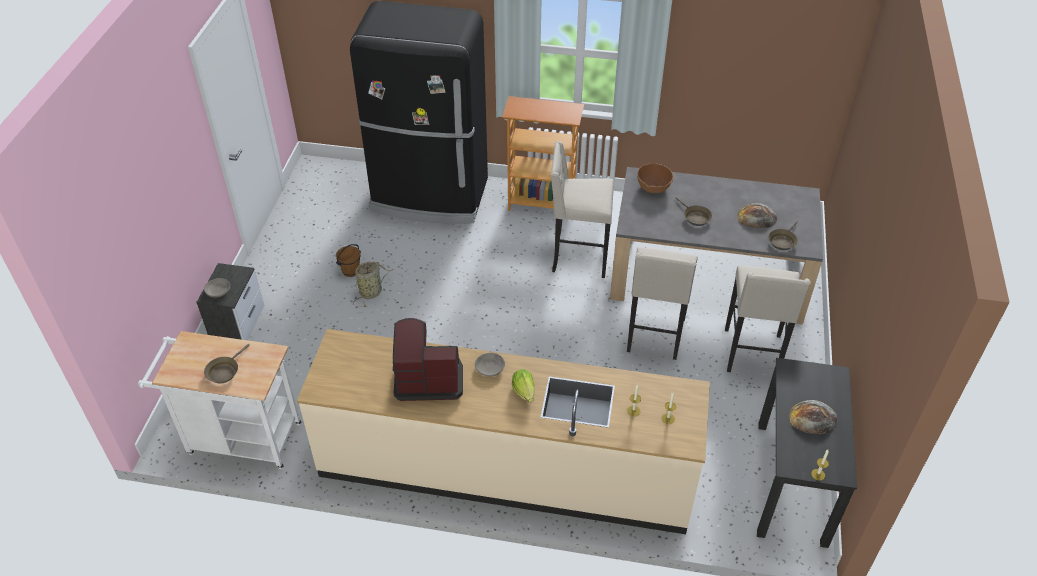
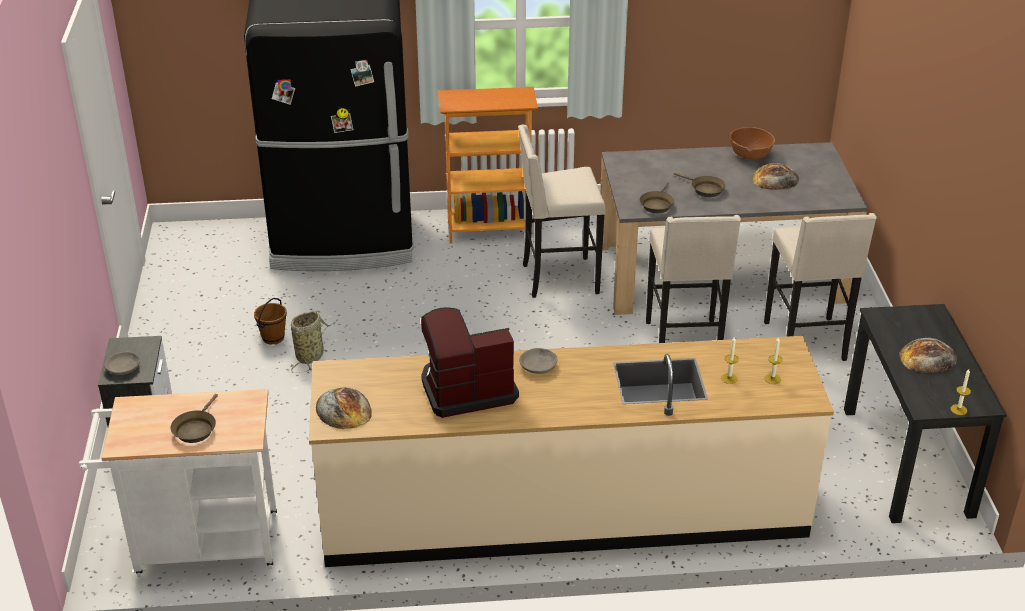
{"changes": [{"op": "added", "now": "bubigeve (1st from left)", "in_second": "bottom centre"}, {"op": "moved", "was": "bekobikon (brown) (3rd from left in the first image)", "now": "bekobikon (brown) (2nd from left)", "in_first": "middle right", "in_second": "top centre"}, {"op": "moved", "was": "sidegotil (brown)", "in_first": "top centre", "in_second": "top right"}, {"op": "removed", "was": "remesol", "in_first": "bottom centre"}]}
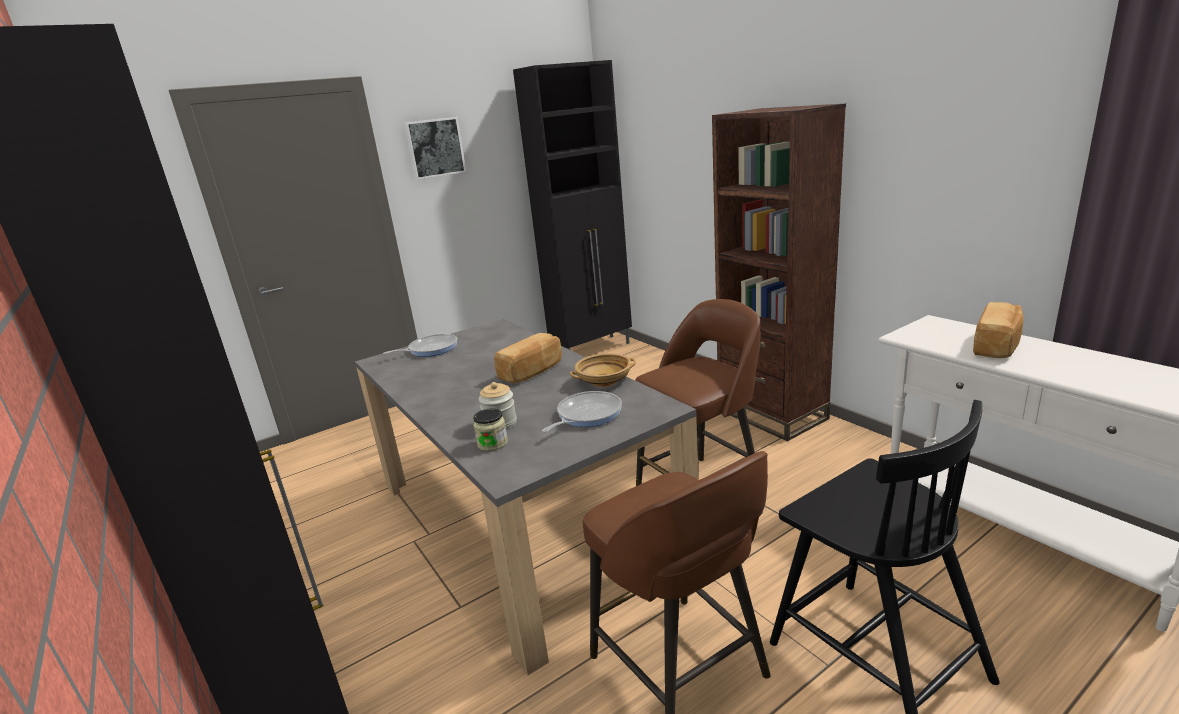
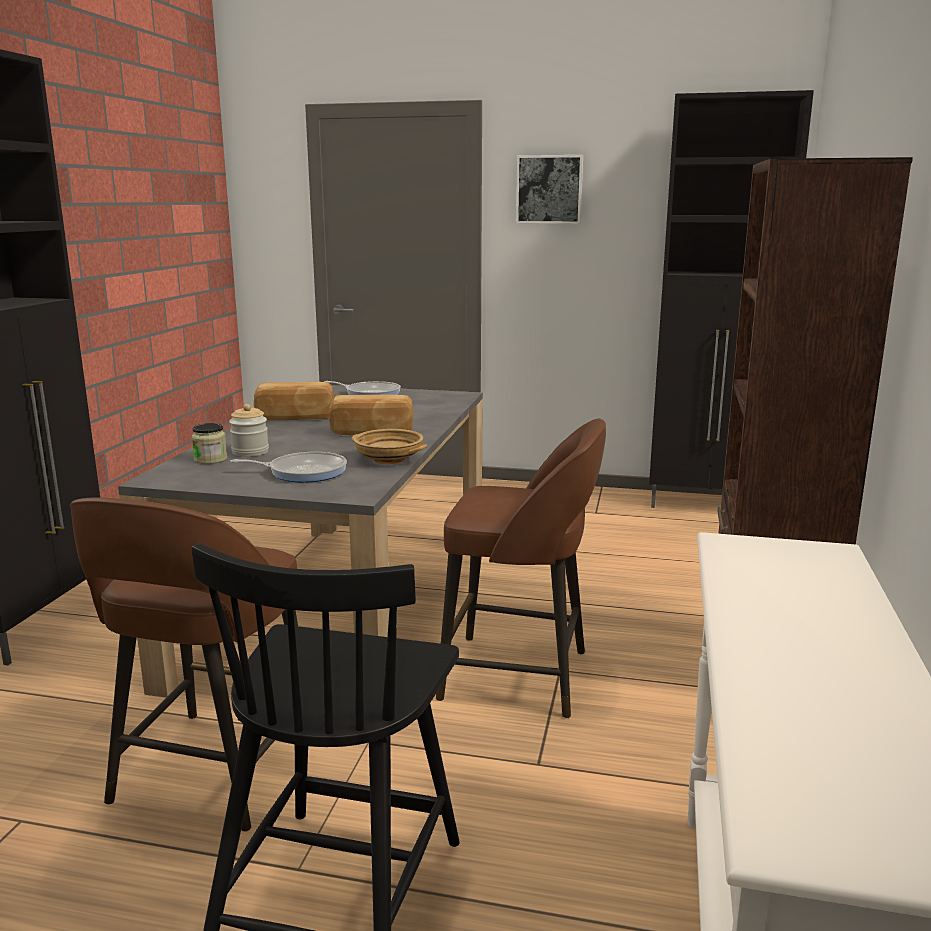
{"changes": [{"op": "moved", "was": "bubigeve (2nd from left in the first image)", "now": "bubigeve (1st from left)", "in_first": "middle right", "in_second": "middle left"}]}
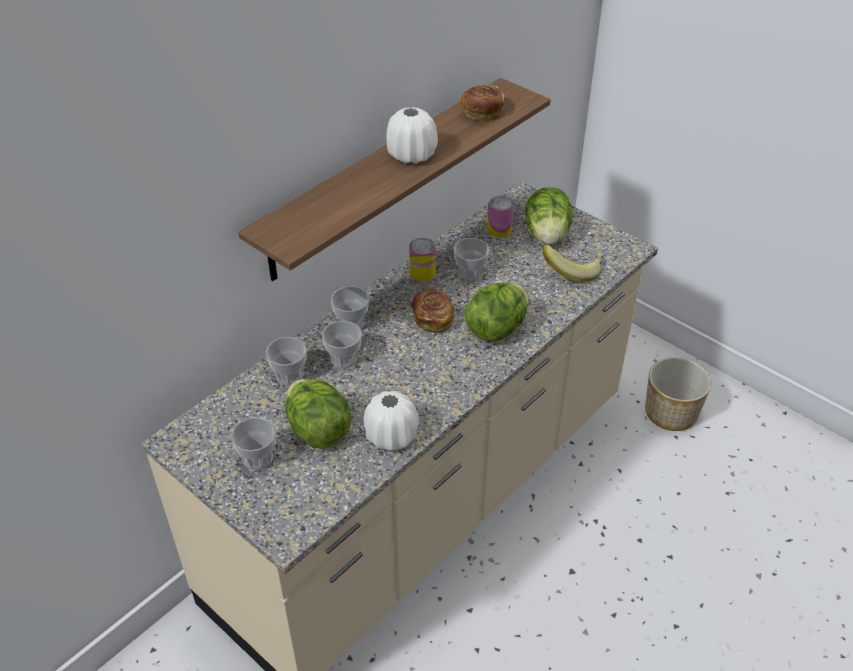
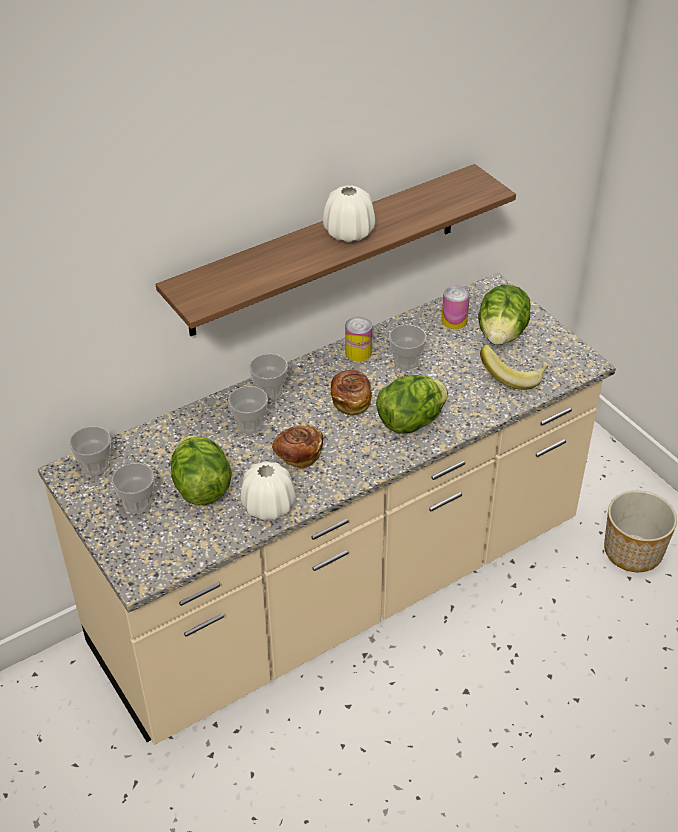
{"changes": [{"op": "moved", "was": "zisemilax (2nd from left in the first image)", "now": "zisemilax (1st from left)", "in_first": "centre", "in_second": "middle left"}, {"op": "moved", "was": "bubigeve (2nd from left in the first image)", "now": "bubigeve (1st from left)", "in_first": "top centre", "in_second": "centre"}]}
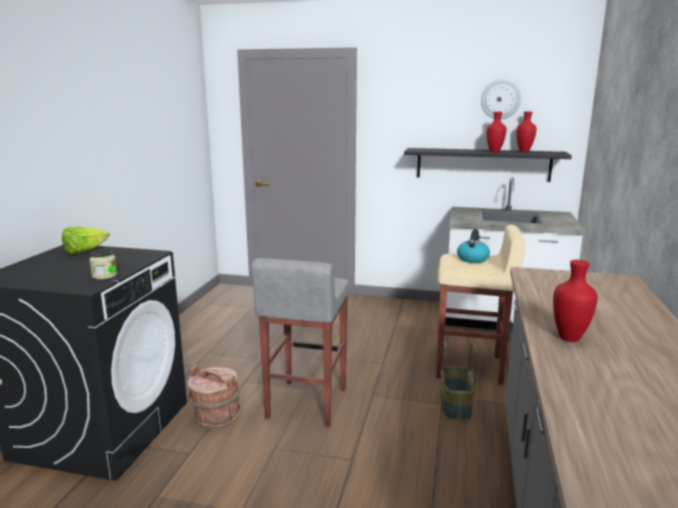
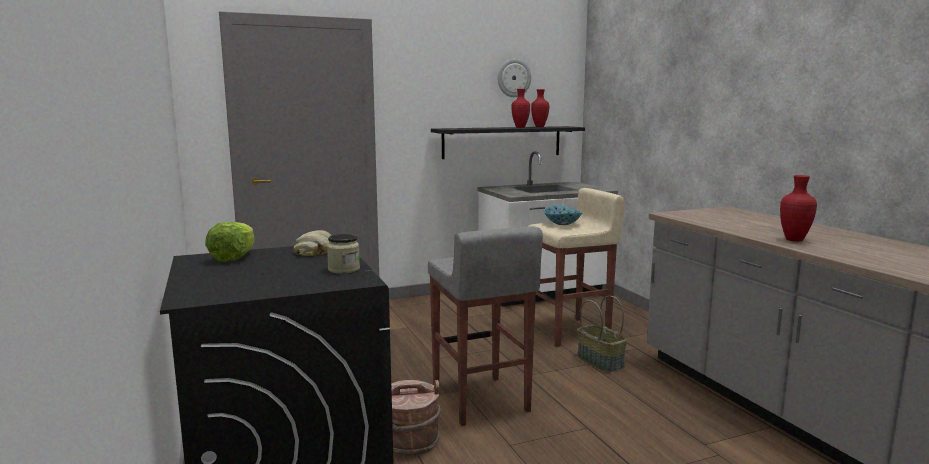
{"changes": [{"op": "added", "now": "bubigeve", "in_second": "centre"}, {"op": "replaced", "was": "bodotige", "now": "sidegotil", "in_first": "middle right", "in_second": "centre"}]}
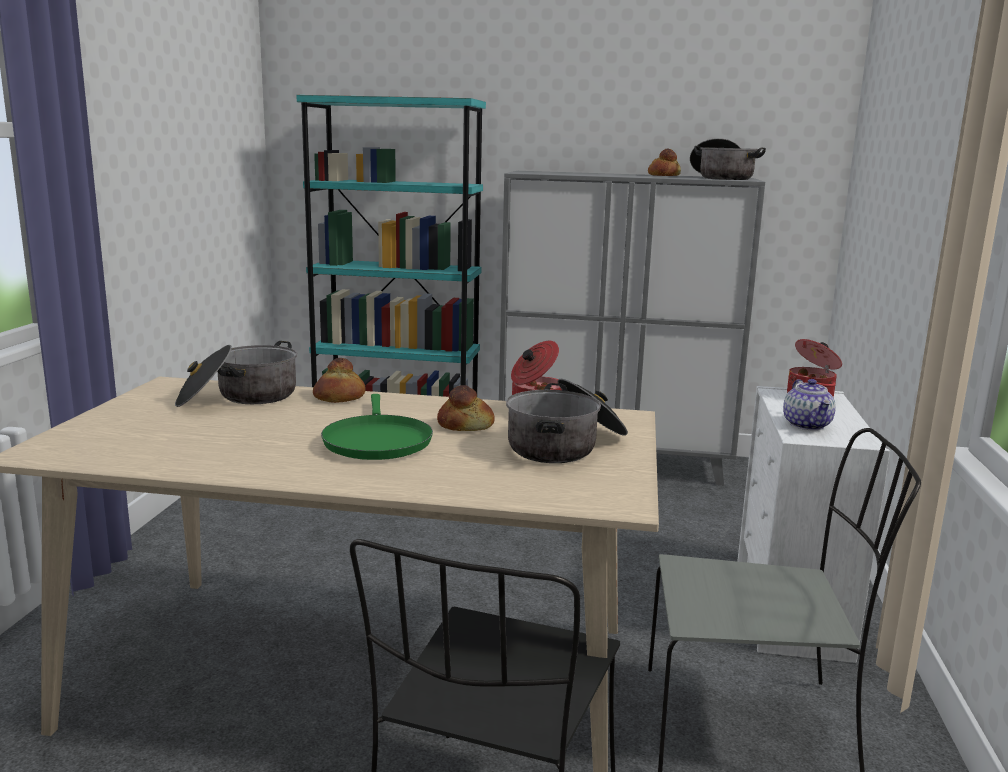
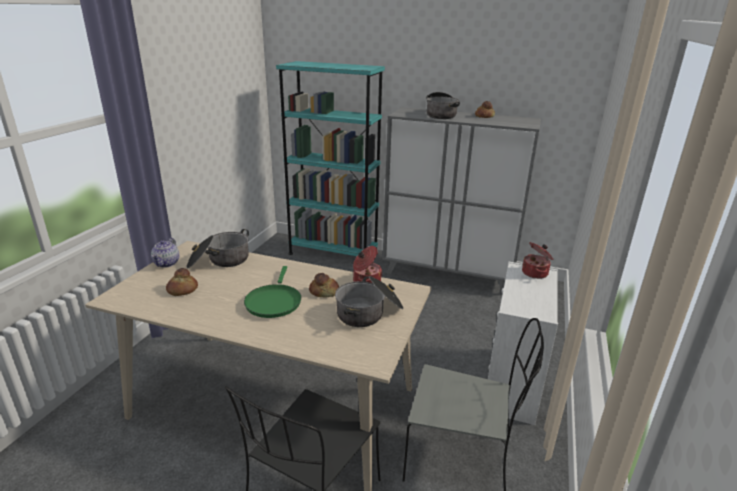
{"changes": [{"op": "moved", "was": "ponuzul", "in_first": "middle right", "in_second": "middle left"}, {"op": "moved", "was": "bubigeve (1st from left)", "in_first": "centre", "in_second": "middle left"}, {"op": "moved", "was": "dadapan (4th from left)", "in_first": "top right", "in_second": "top centre"}]}
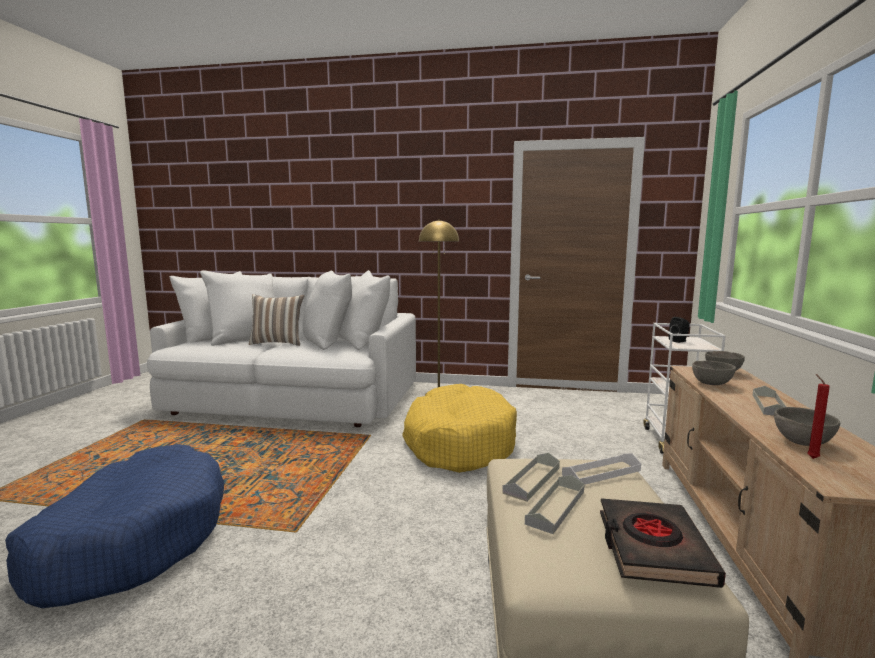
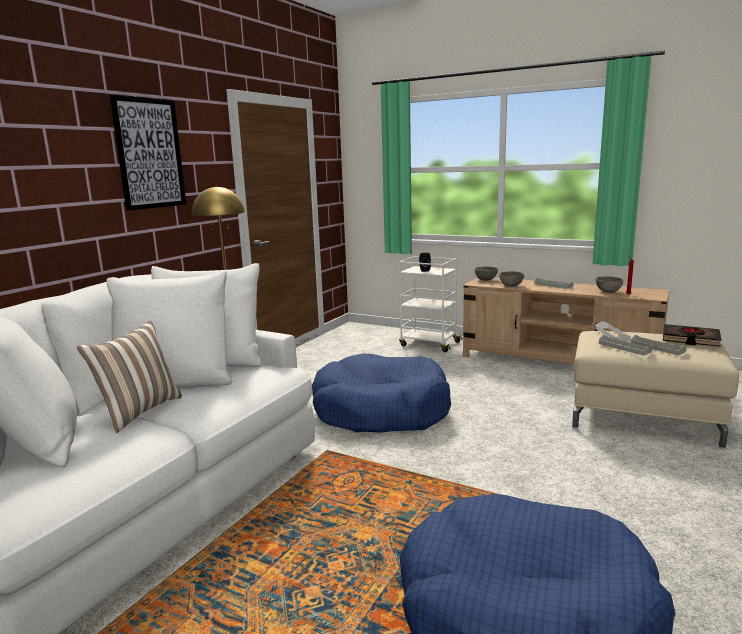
{"changes": [{"op": "added", "now": "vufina", "in_second": "top left"}, {"op": "recoloured", "was": "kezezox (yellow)", "now": "kezezox (blue) (1st from left)", "in_first": "centre", "in_second": "centre"}]}
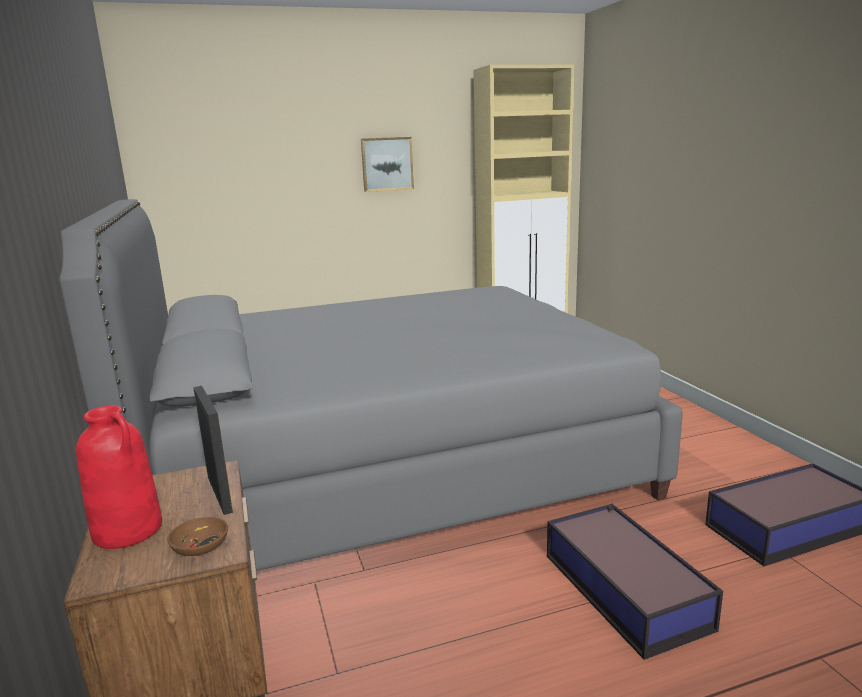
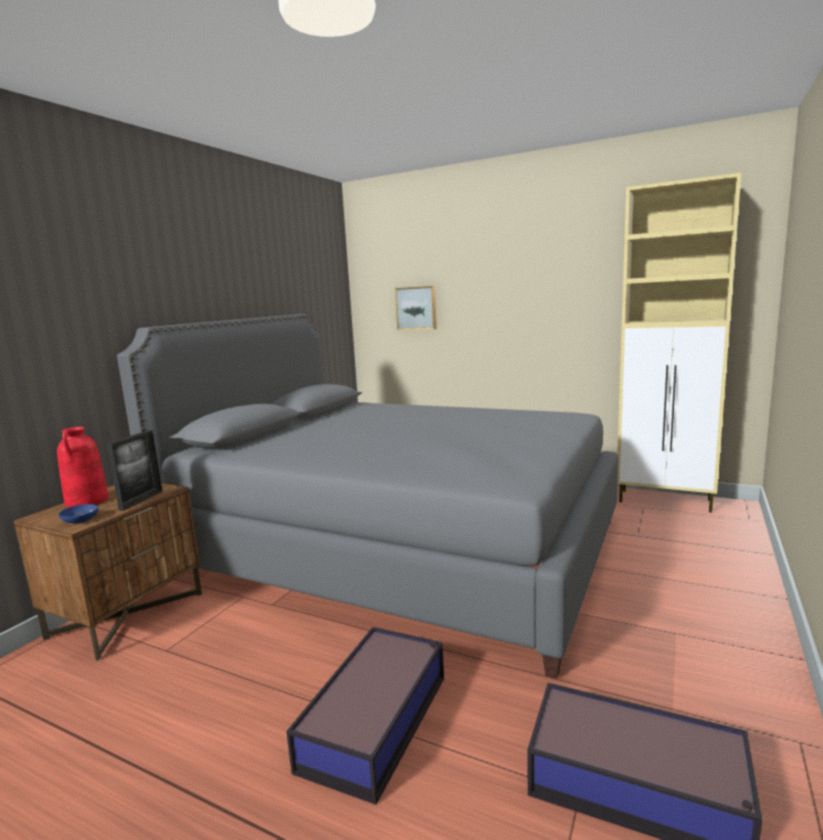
{"changes": [{"op": "recoloured", "was": "sidegotil (brown)", "now": "sidegotil (blue)", "in_first": "bottom left", "in_second": "middle left"}, {"op": "moved", "was": "vufina", "in_first": "top centre", "in_second": "centre"}]}
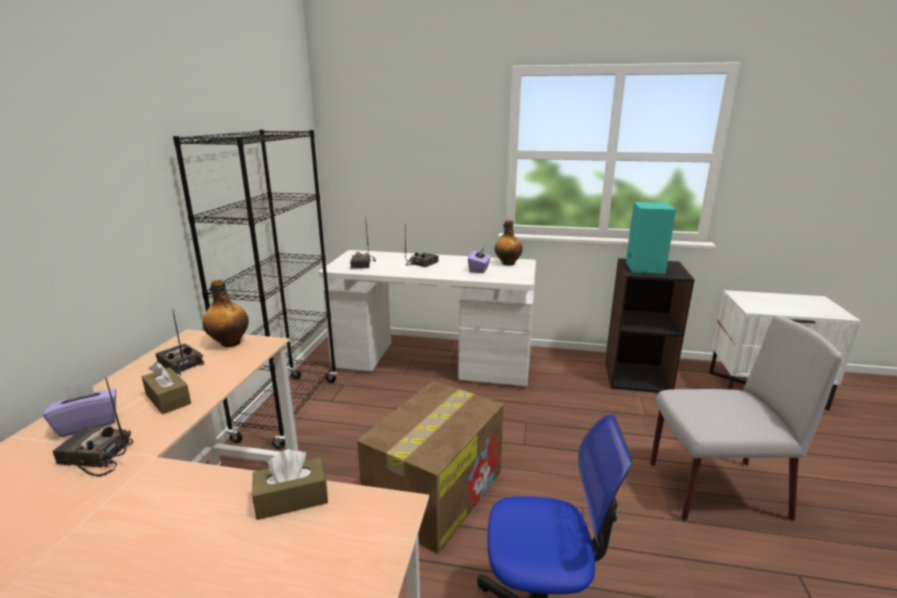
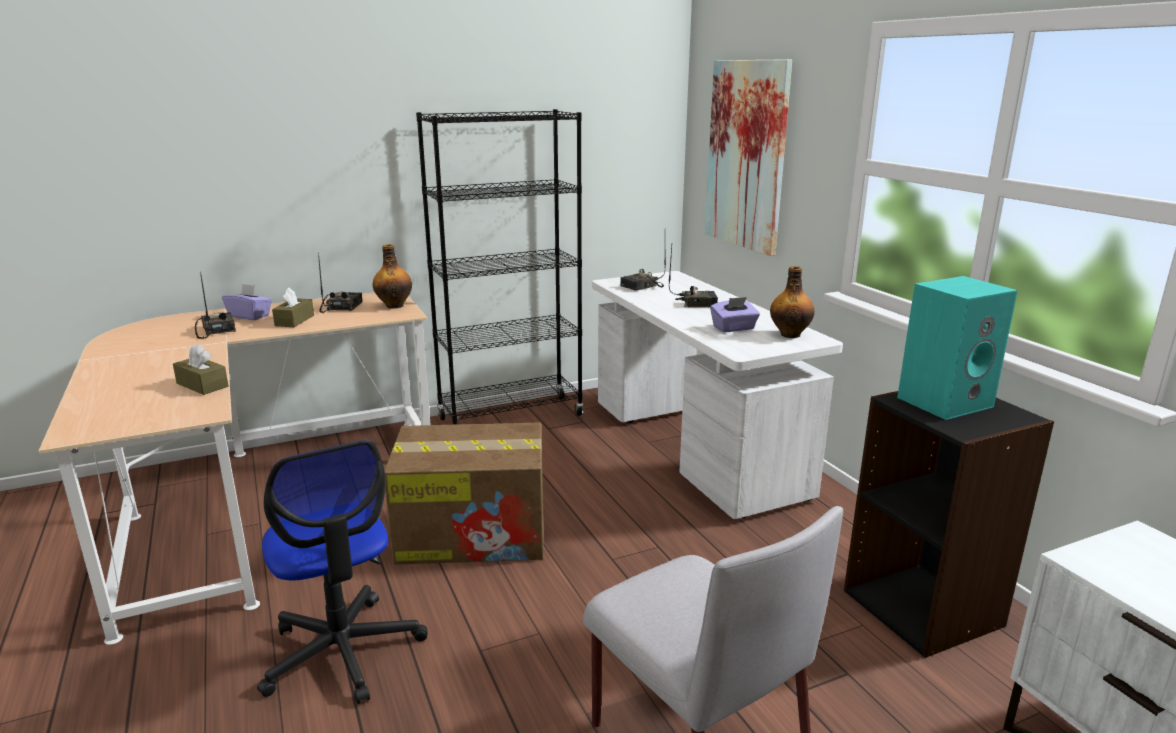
{"changes": [{"op": "added", "now": "vufina", "in_second": "top centre"}]}
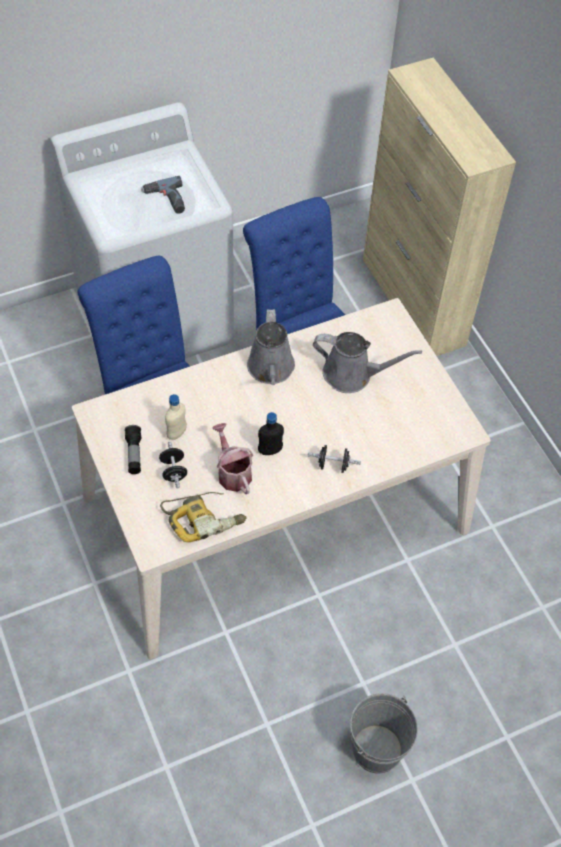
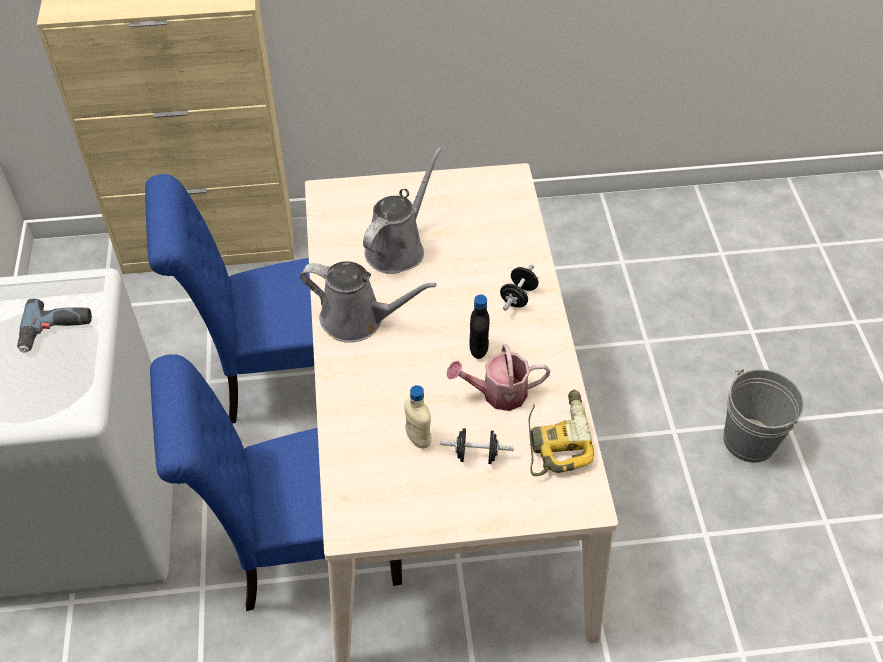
{"changes": [{"op": "removed", "was": "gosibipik", "in_first": "middle left"}]}
